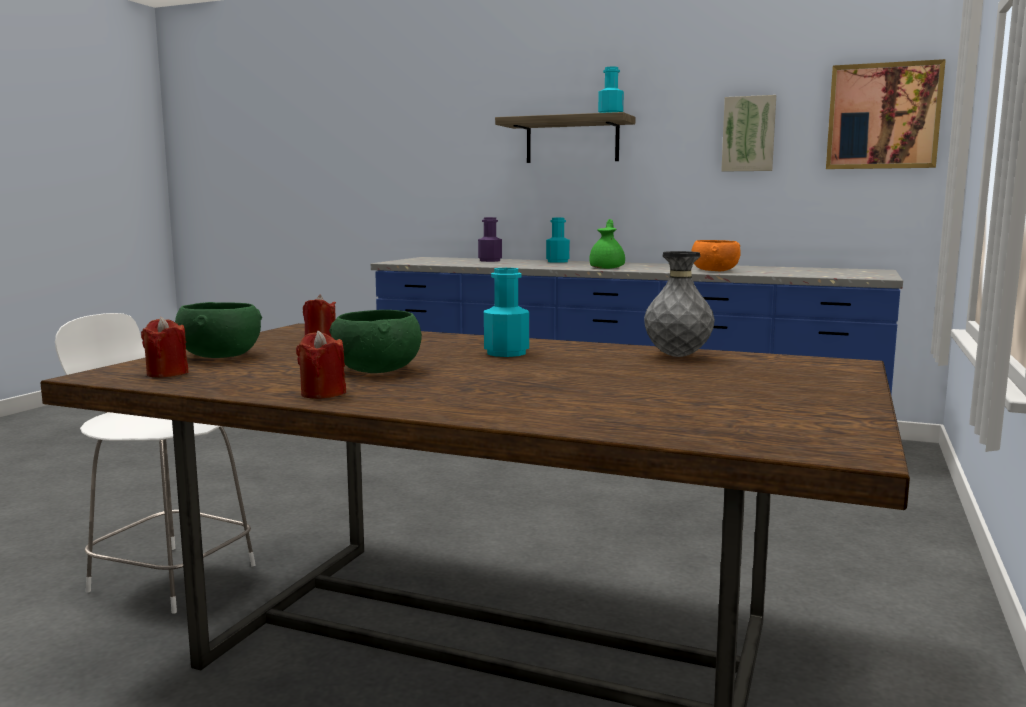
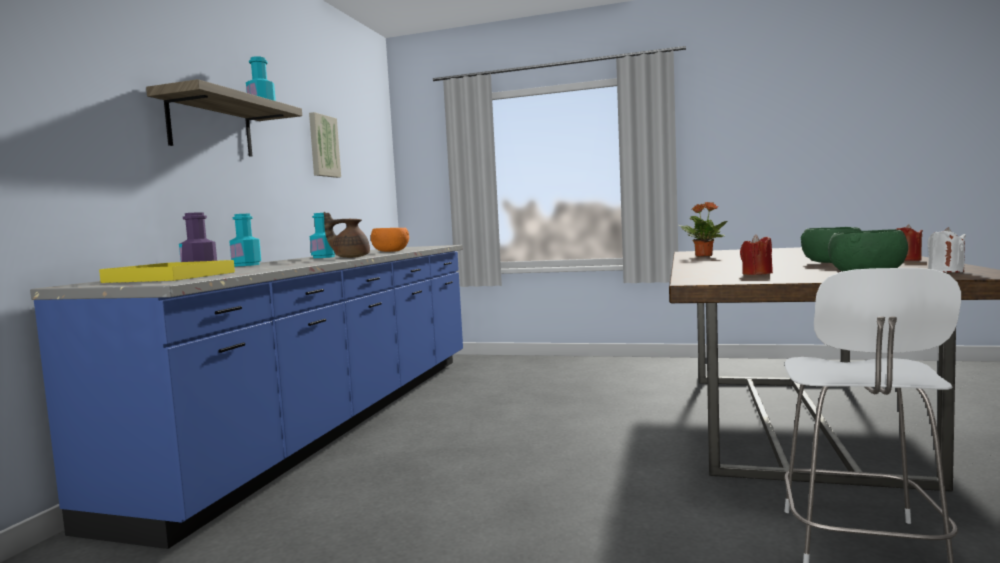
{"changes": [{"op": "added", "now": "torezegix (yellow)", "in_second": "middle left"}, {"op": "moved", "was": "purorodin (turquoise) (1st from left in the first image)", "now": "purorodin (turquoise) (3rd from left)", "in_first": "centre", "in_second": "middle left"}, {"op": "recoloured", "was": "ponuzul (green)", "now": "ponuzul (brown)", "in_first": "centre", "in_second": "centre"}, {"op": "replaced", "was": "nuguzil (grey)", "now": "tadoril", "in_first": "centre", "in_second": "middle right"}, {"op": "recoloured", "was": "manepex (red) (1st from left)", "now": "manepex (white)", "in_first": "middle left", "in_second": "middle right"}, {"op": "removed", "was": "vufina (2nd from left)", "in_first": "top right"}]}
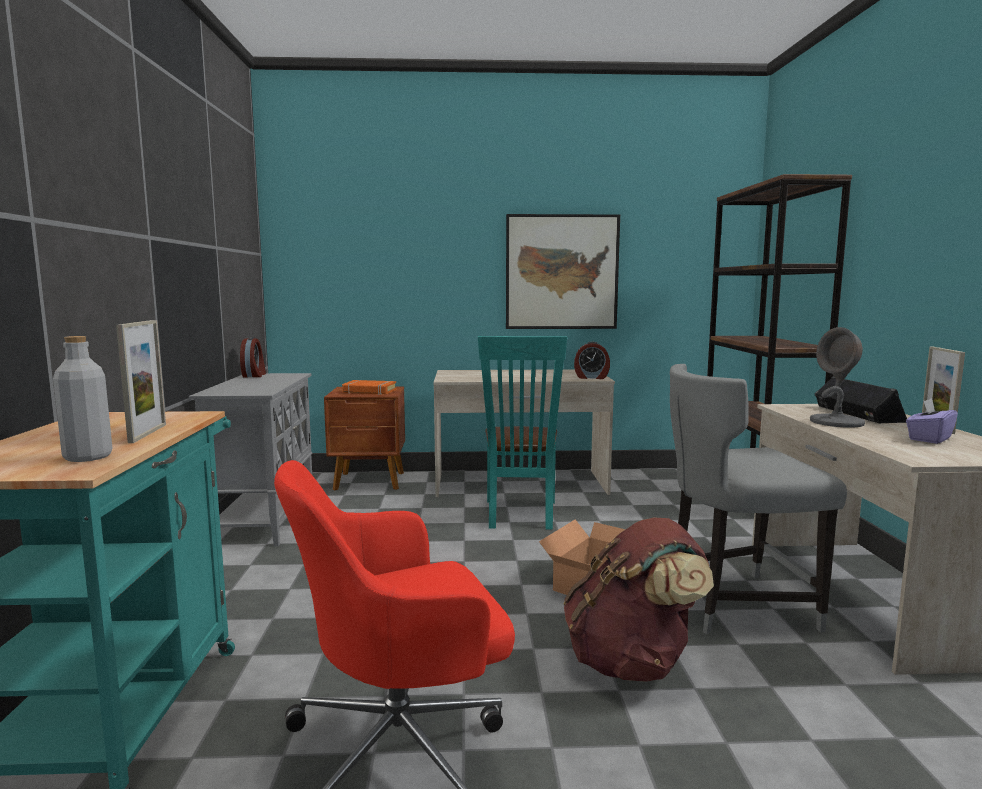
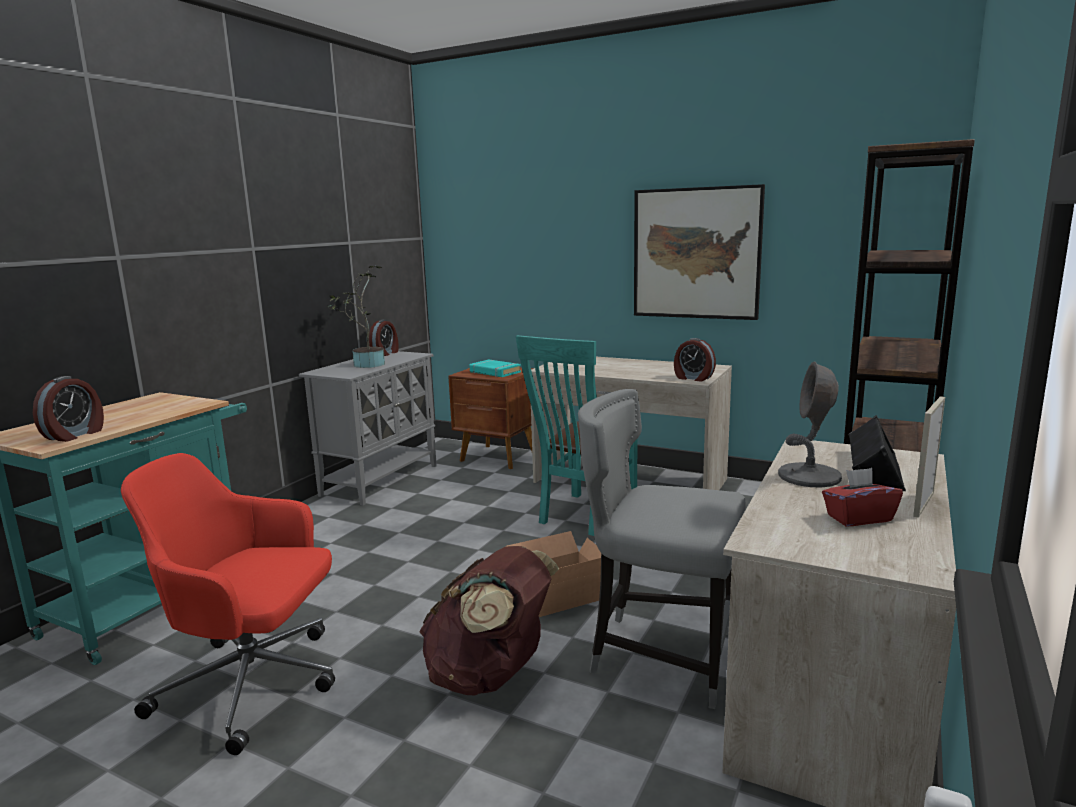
{"changes": [{"op": "replaced", "was": "purorodin (grey)", "now": "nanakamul (1st from left)", "in_first": "middle left", "in_second": "middle left"}, {"op": "added", "now": "tadoril", "in_second": "middle left"}, {"op": "recoloured", "was": "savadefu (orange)", "now": "savadefu (turquoise)", "in_first": "centre", "in_second": "centre"}, {"op": "recoloured", "was": "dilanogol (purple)", "now": "dilanogol (red)", "in_first": "middle right", "in_second": "middle right"}, {"op": "removed", "was": "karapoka (1st from left)", "in_first": "middle left"}]}
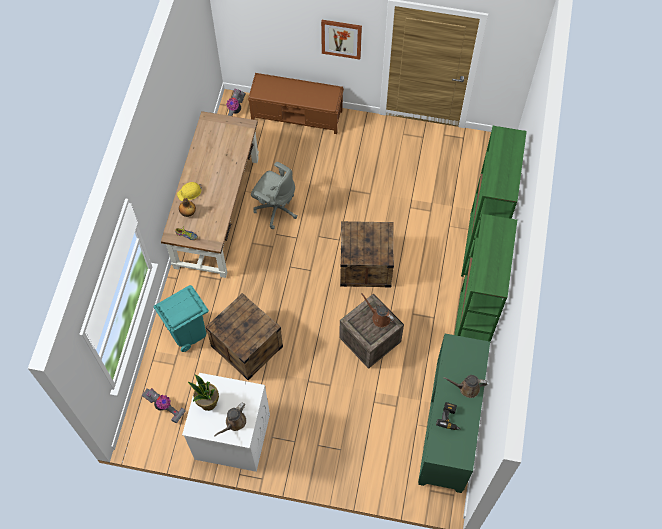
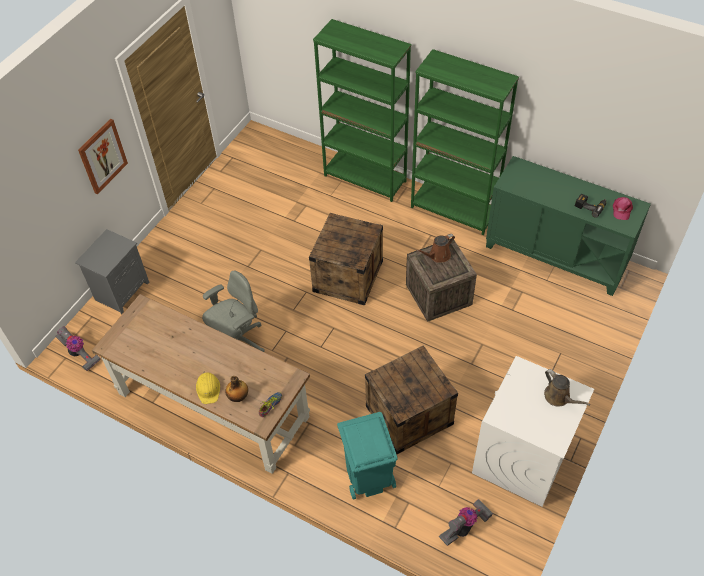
{"changes": [{"op": "replaced", "was": "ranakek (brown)", "now": "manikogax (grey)", "in_first": "top centre", "in_second": "middle left"}, {"op": "added", "now": "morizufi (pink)", "in_second": "middle right"}, {"op": "removed", "was": "tadoril", "in_first": "bottom left"}, {"op": "removed", "was": "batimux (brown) (3rd from left)", "in_first": "bottom right"}]}
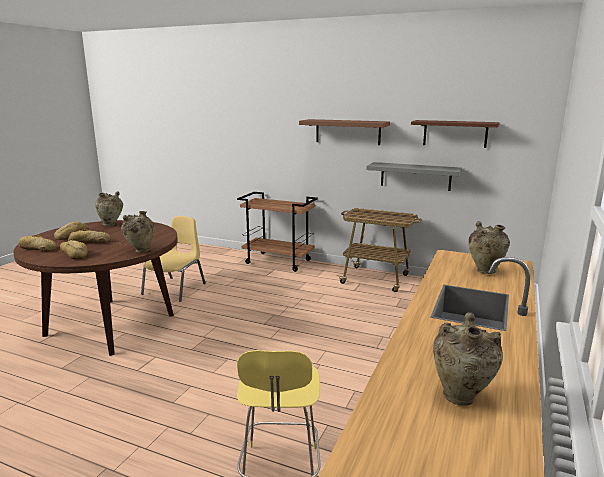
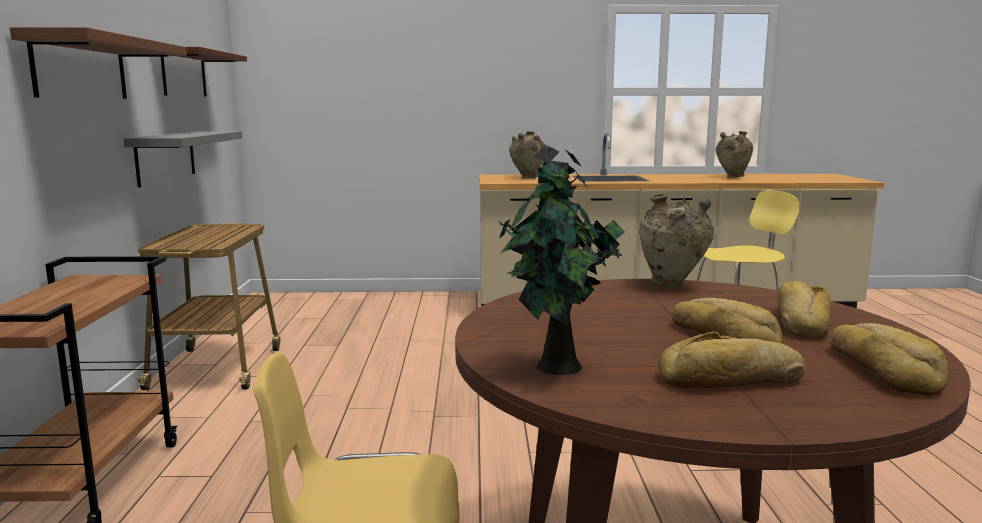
{"changes": [{"op": "replaced", "was": "nuguzil (beige) (1st from left)", "now": "tadoril", "in_first": "middle left", "in_second": "centre"}]}
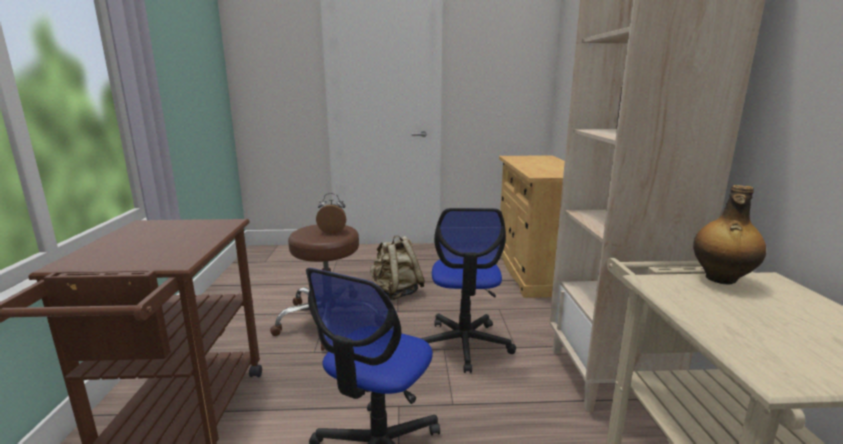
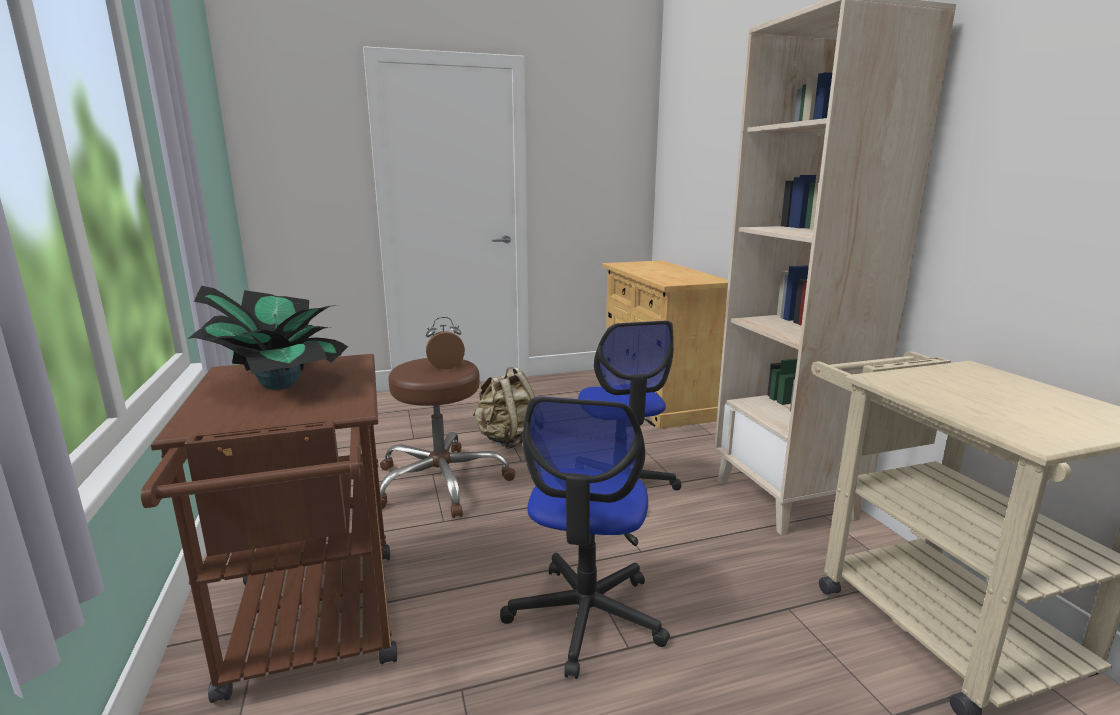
{"changes": [{"op": "added", "now": "tadoril", "in_second": "middle left"}, {"op": "removed", "was": "purorodin", "in_first": "middle right"}]}
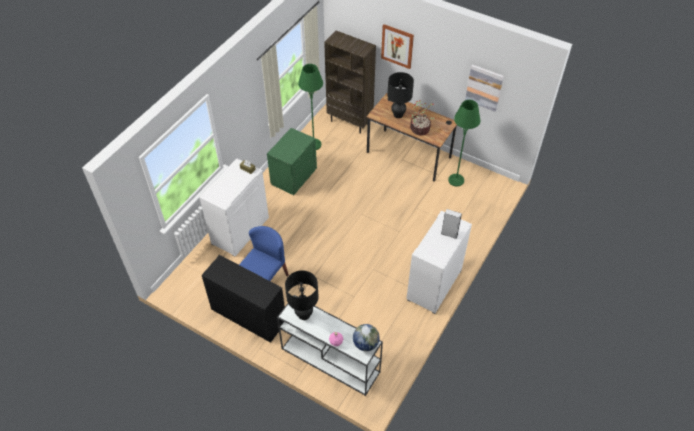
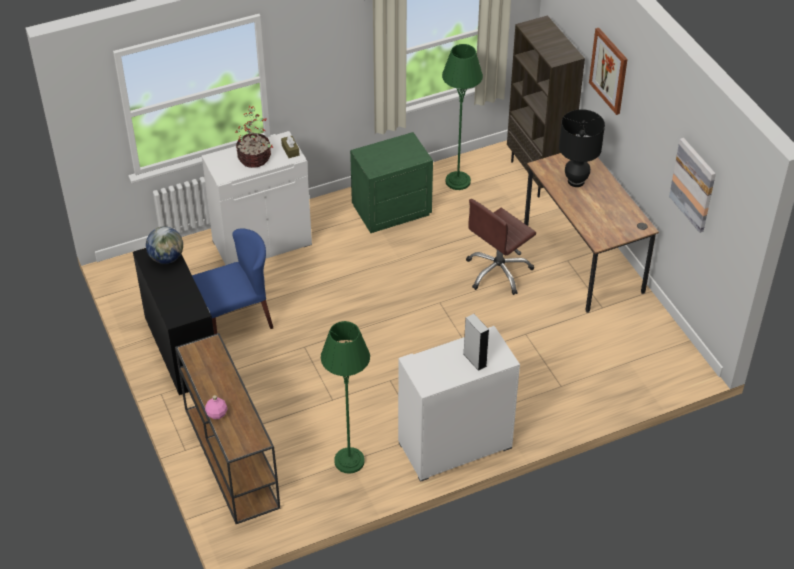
{"changes": [{"op": "moved", "was": "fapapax", "in_first": "bottom centre", "in_second": "middle left"}, {"op": "recoloured", "was": "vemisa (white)", "now": "vemisa (brown)", "in_first": "bottom centre", "in_second": "bottom left"}, {"op": "moved", "was": "tadoril", "in_first": "top centre", "in_second": "top left"}, {"op": "moved", "was": "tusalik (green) (2nd from left in the first image)", "now": "tusalik (green) (1st from left)", "in_first": "top right", "in_second": "bottom centre"}, {"op": "added", "now": "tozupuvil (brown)", "in_second": "centre"}, {"op": "removed", "was": "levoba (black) (1st from left)", "in_first": "bottom centre"}]}
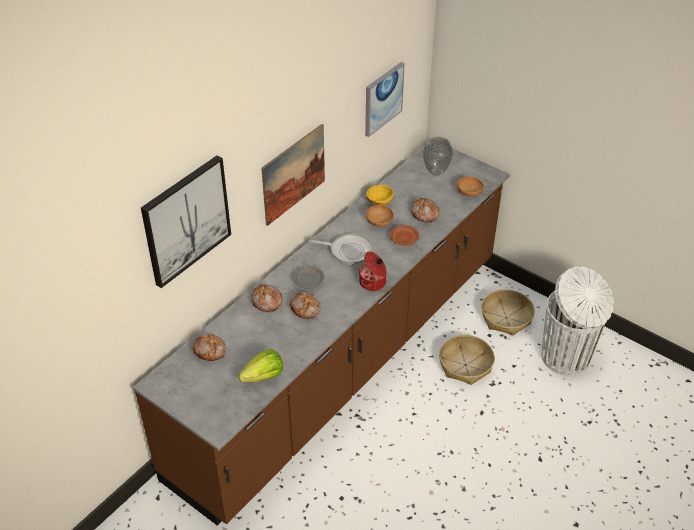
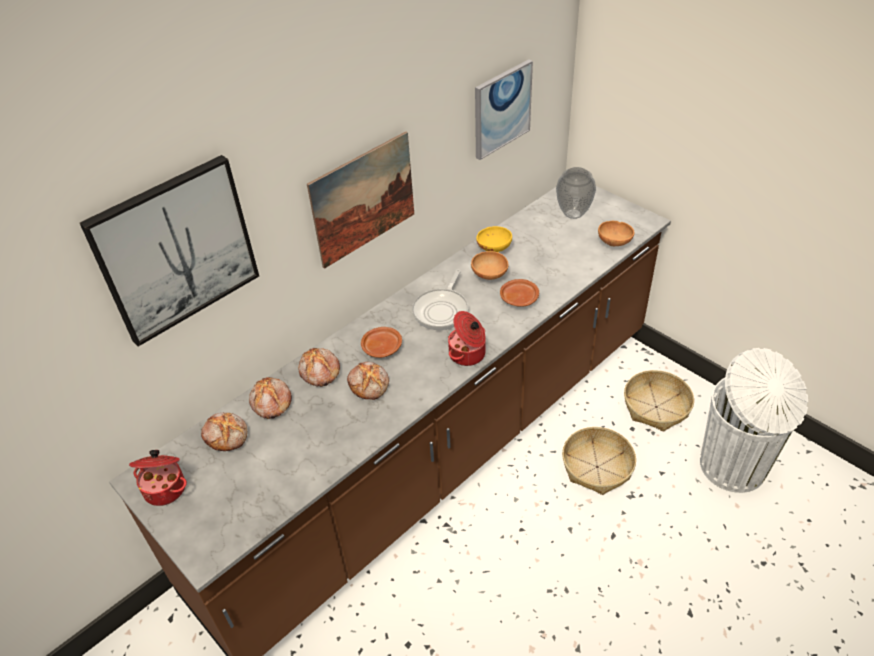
{"changes": [{"op": "added", "now": "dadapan (1st from left)", "in_second": "bottom left"}, {"op": "moved", "was": "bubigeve (4th from left in the first image)", "now": "bubigeve (2nd from left)", "in_first": "centre", "in_second": "middle left"}, {"op": "recoloured", "was": "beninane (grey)", "now": "beninane (brown) (1st from left)", "in_first": "centre", "in_second": "centre"}, {"op": "turned", "was": "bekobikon", "in_first": "centre", "in_second": "centre", "clockwise": 90}, {"op": "removed", "was": "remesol", "in_first": "bottom centre"}]}
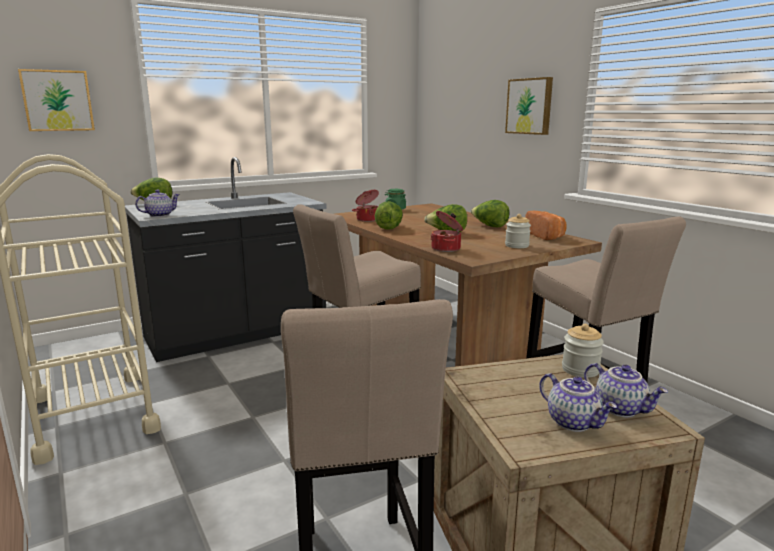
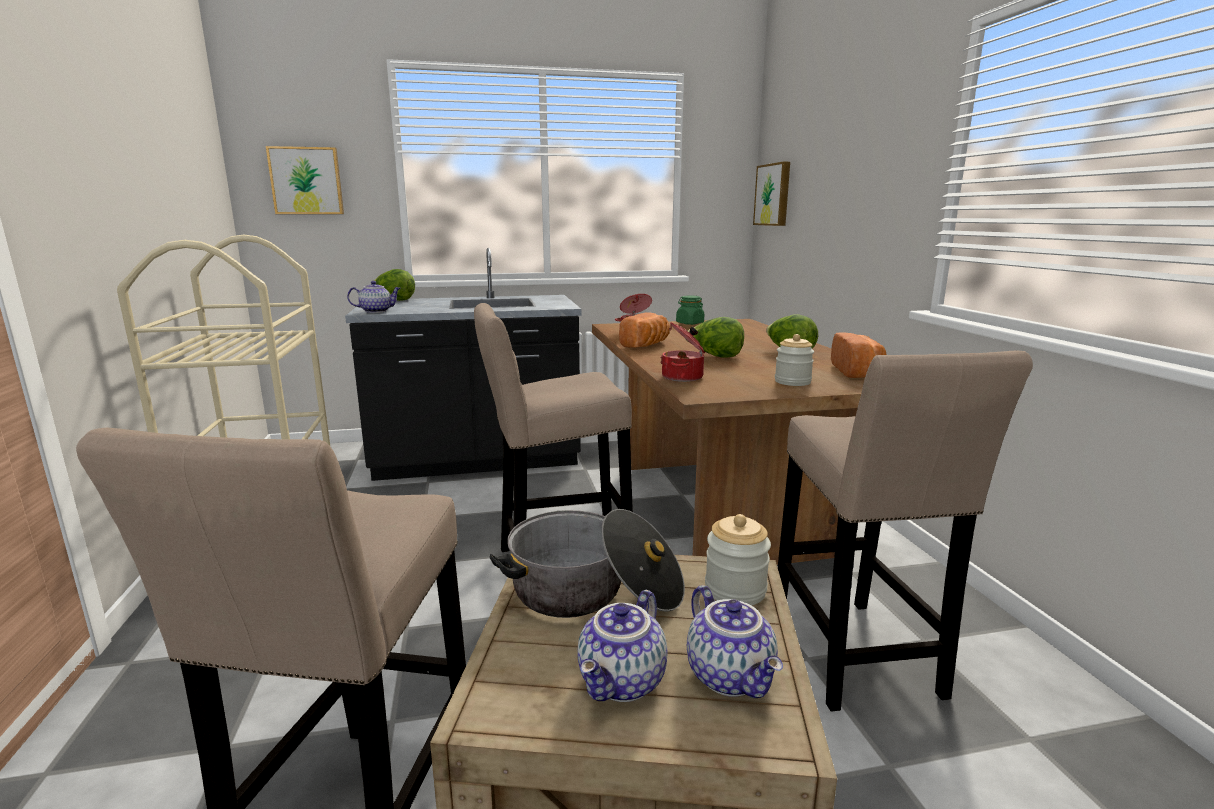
{"changes": [{"op": "added", "now": "dadapan (1st from left)", "in_second": "bottom centre"}, {"op": "turned", "was": "ponuzul (2nd from left)", "in_first": "bottom right", "in_second": "bottom centre", "clockwise": 45}, {"op": "replaced", "was": "remesol (2nd from left)", "now": "bubigeve (1st from left)", "in_first": "centre", "in_second": "centre"}, {"op": "moved", "was": "vufina (2nd from left)", "in_first": "top right", "in_second": "top centre"}]}
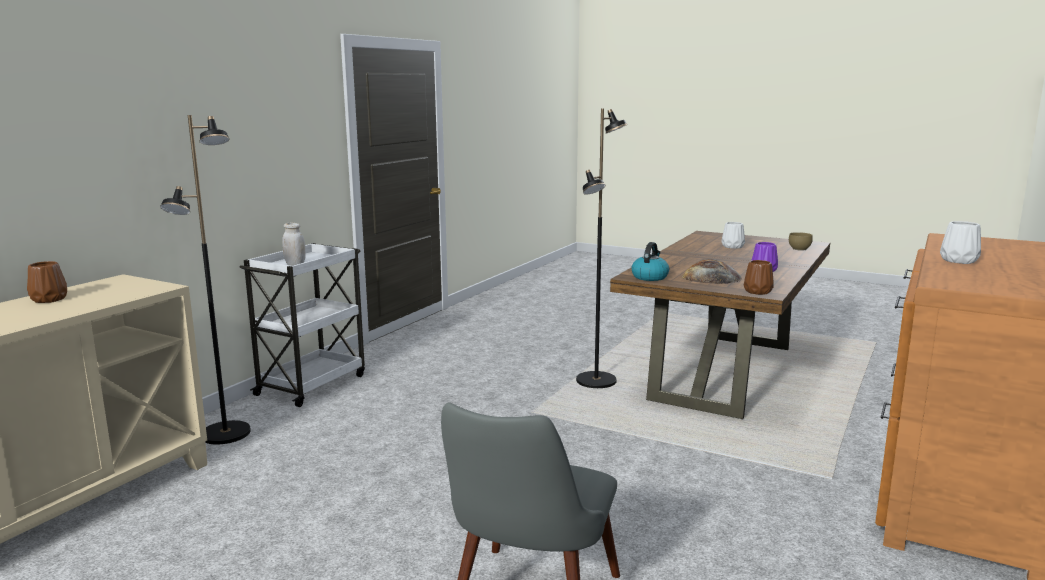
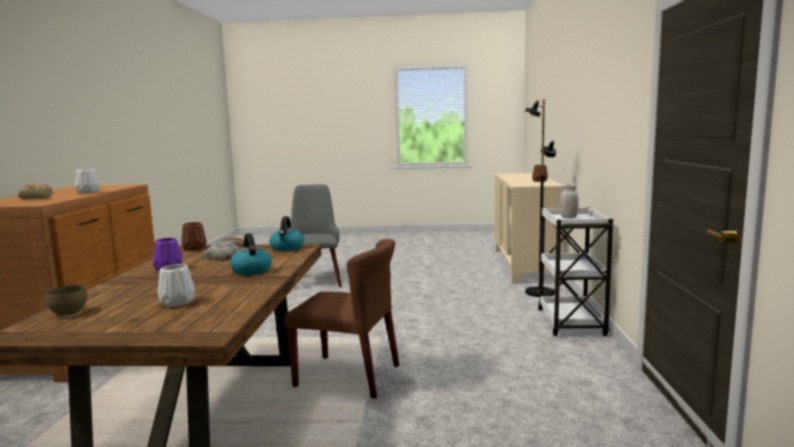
{"changes": [{"op": "added", "now": "bubigeve (1st from left)", "in_second": "middle left"}, {"op": "added", "now": "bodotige (1st from left)", "in_second": "middle left"}, {"op": "replaced", "was": "tusalik (black) (2nd from left)", "now": "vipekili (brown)", "in_first": "centre", "in_second": "bottom centre"}]}
